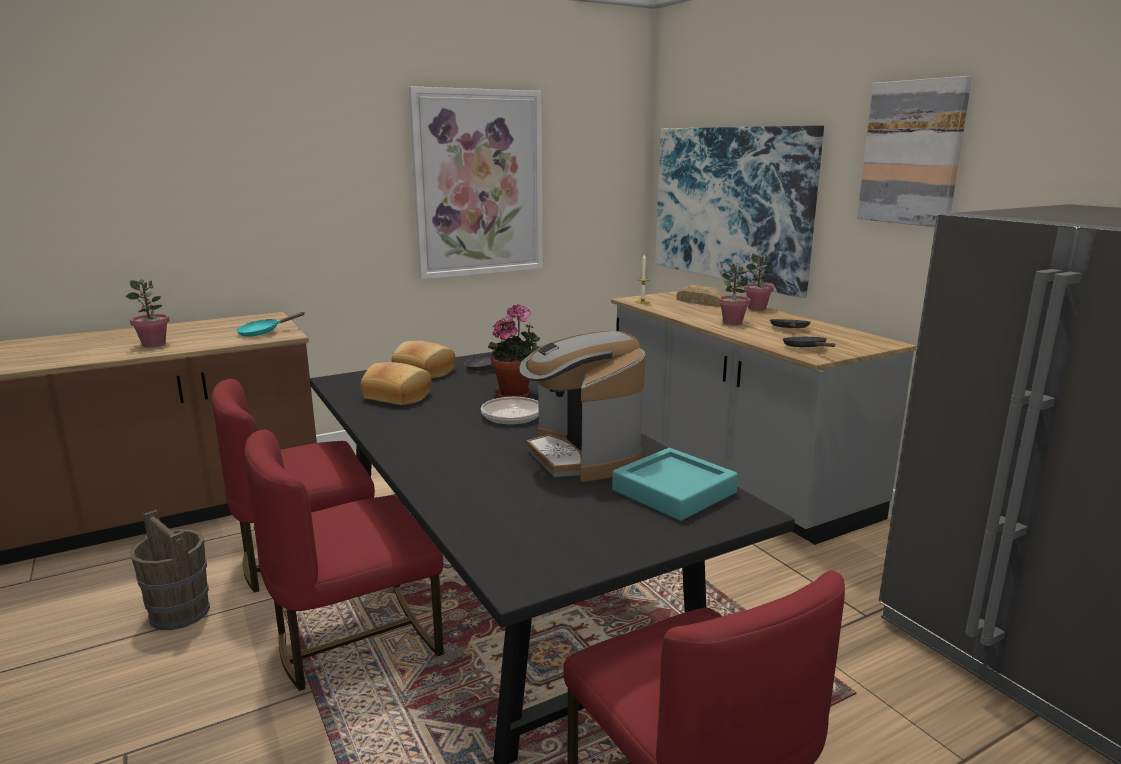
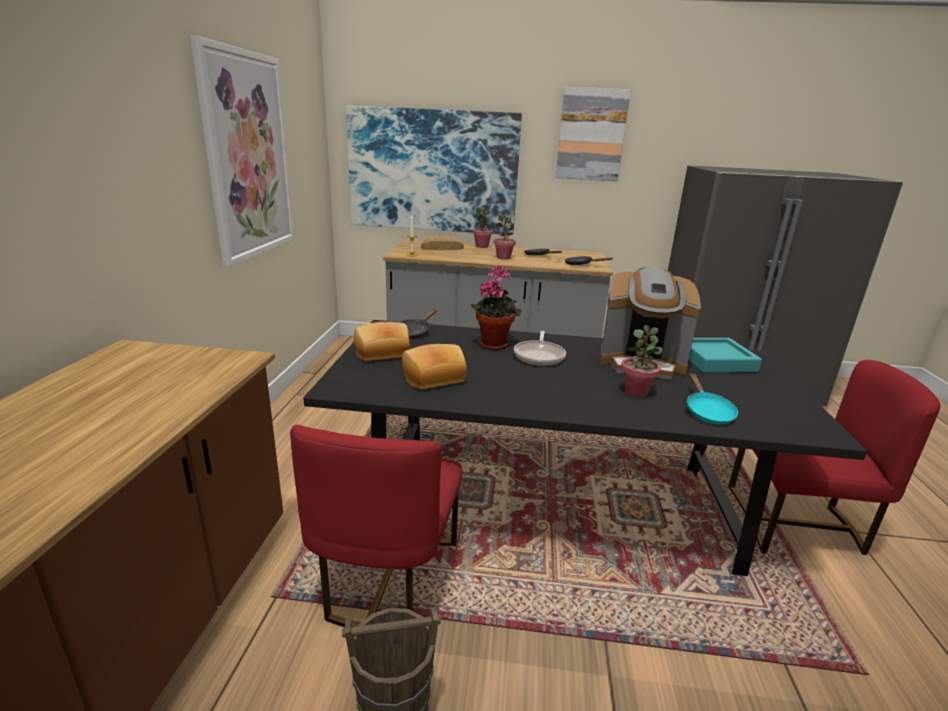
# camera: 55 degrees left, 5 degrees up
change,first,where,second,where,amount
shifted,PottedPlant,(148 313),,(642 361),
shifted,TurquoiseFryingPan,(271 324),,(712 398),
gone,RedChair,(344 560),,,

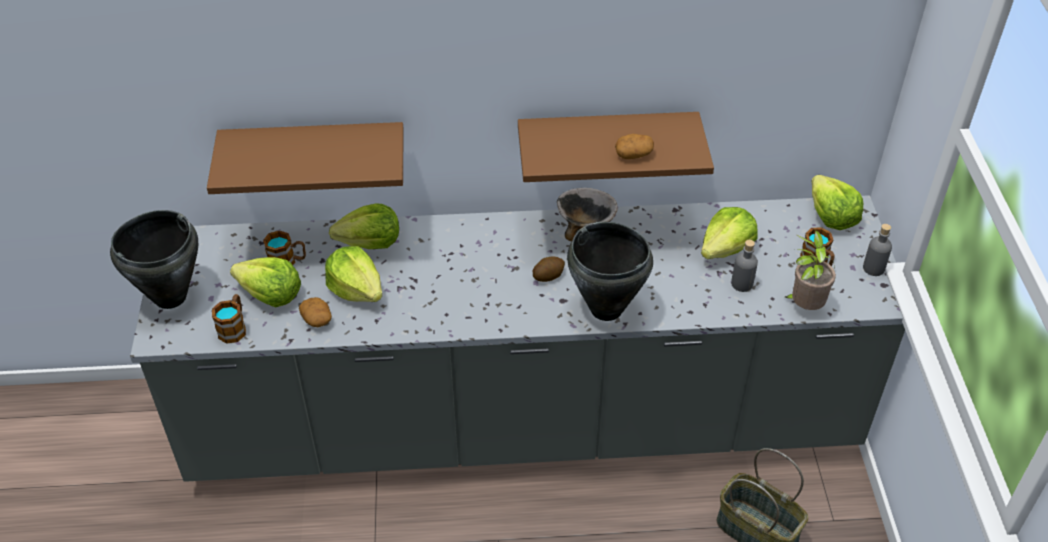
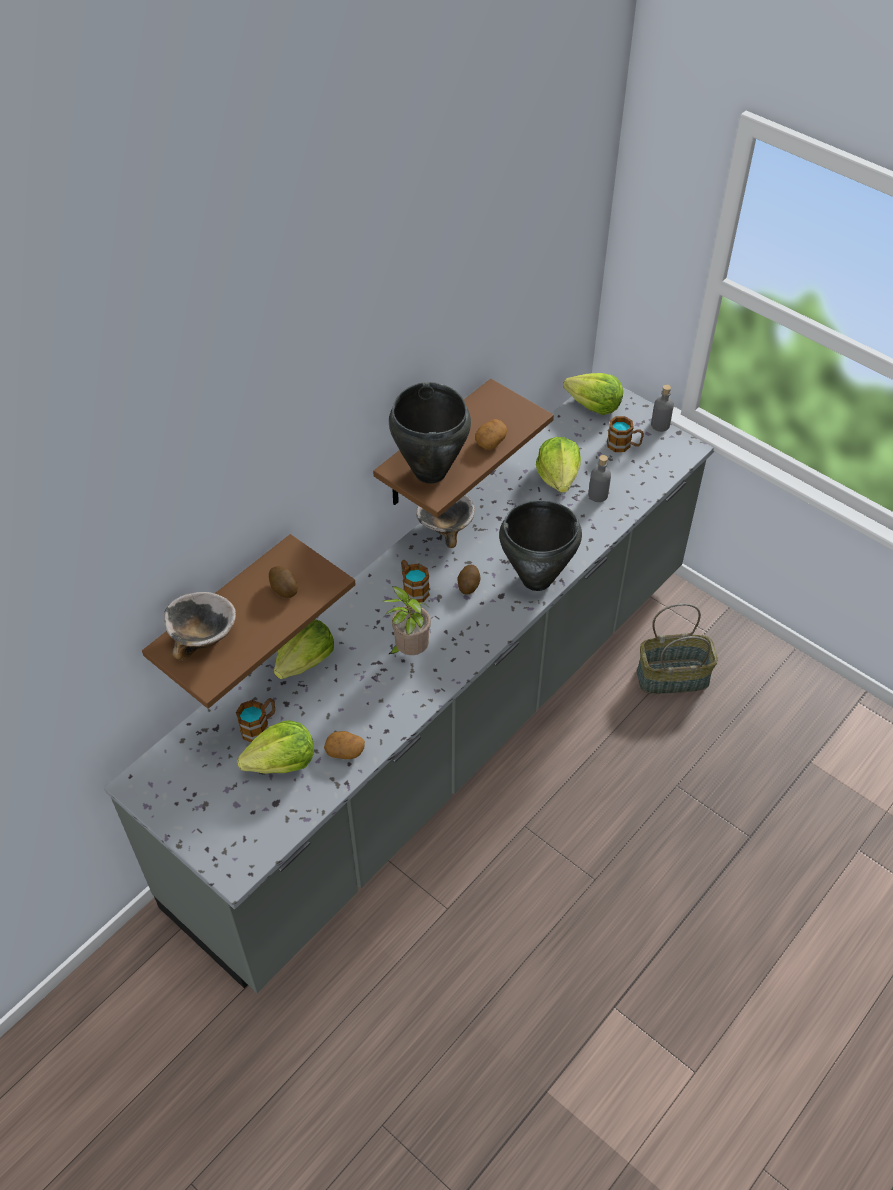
# camera: 45 degrees left, 5 degrees up
change,first,where,second,where,amount
new,,,Bowl,(200 626),
new,,,Potato,(283 582),
shifted,PottedPlant,(810 270),,(407 620),
shifted,BlackCookingPot,(154 259),,(430 433),
shifted,Mug,(229 319),,(415 581),
gone,Lettuce,(353 274),,,

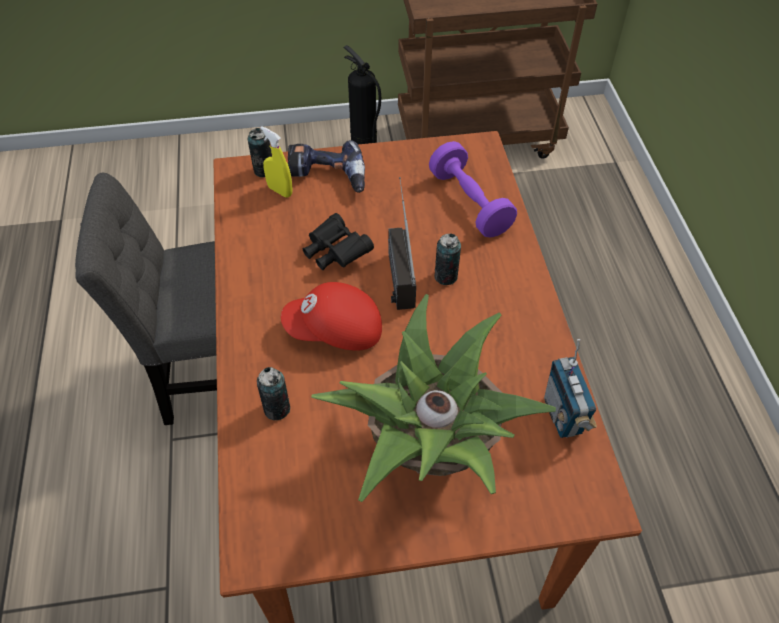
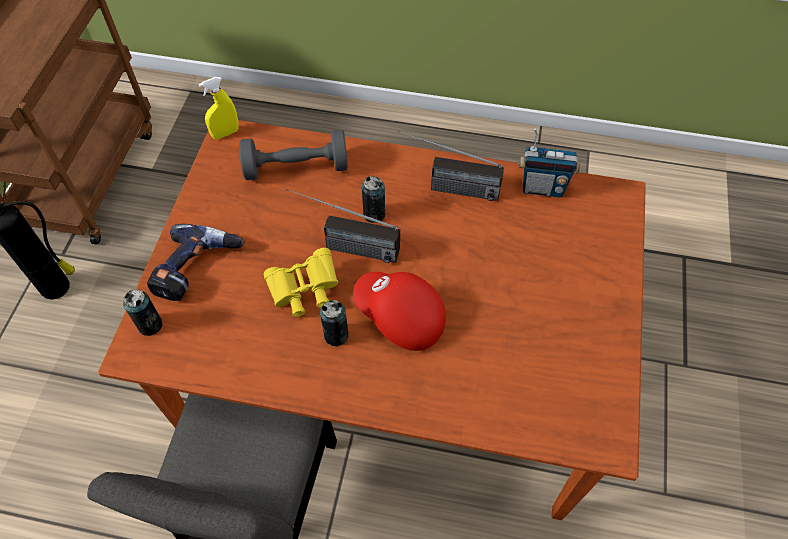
# camera: 70 degrees left, 5 degrees up
change,first,where,second,where,amount
shifted,YellowSprayBottle,(276 161),,(218 108),
repainted,PurpleDumbbell,(473 189),GreyDumbbell,(293 155),
repainted,BlackBinoculars,(338 241),YellowBinoculars,(301 282),
shifted,Can,(273 393),,(334 323),
rotated,RedCap,(331 316),,(399 311),105 degrees clockwise
new,,,Radio,(451 166),
gone,PottedPlant,(433 398),,,

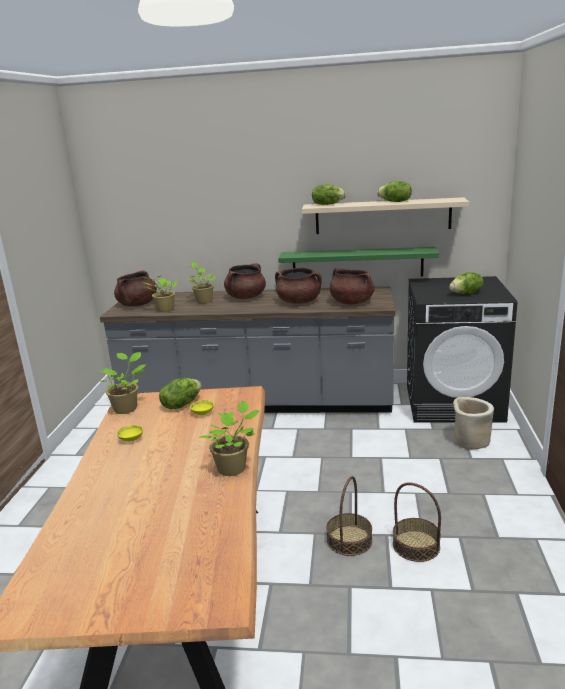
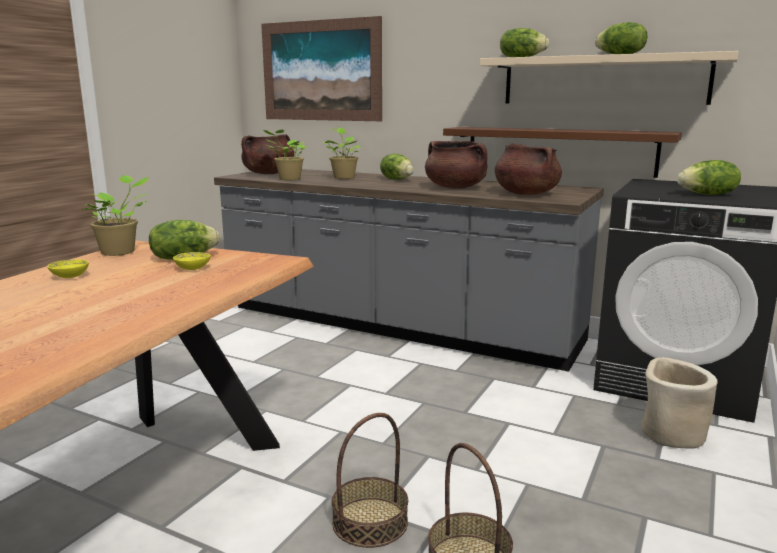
# camera: 20 degrees right, 5 degrees down
change,first,where,second,where,amount
new,,,Picture,(321 68),
swapped,BrownCookingPot,(245 281),Lettuce,(397 167),
repainted,GreenShelf,(358 261),BrownShelf,(562 152),
gone,PottedPlant,(229 438),,,

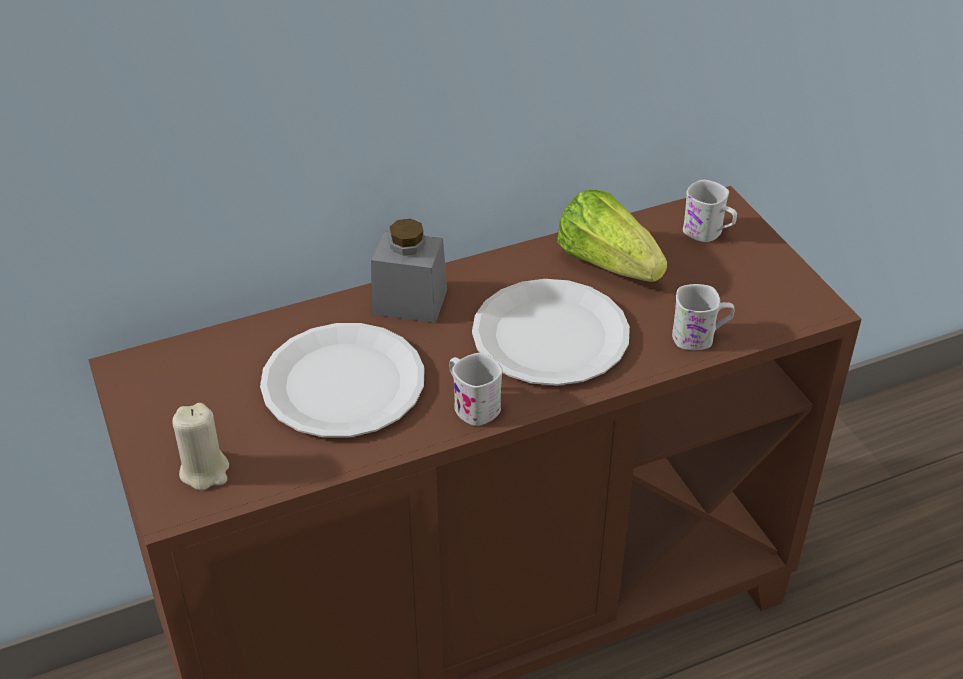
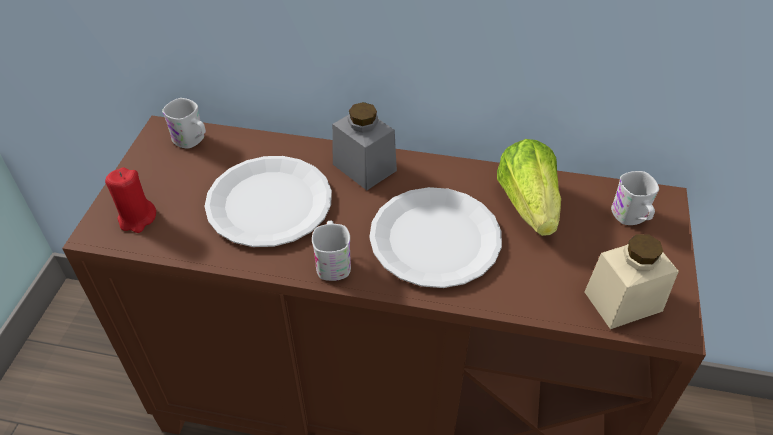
# camera: 35 degrees right, 5 degrees up
change,first,where,second,where,amount
repainted,BeigeCandle,(200 447),RedCandle,(130 200),
shifted,WhiteMug,(703 317),,(184 123),
new,,,BeigeJar,(632 281),

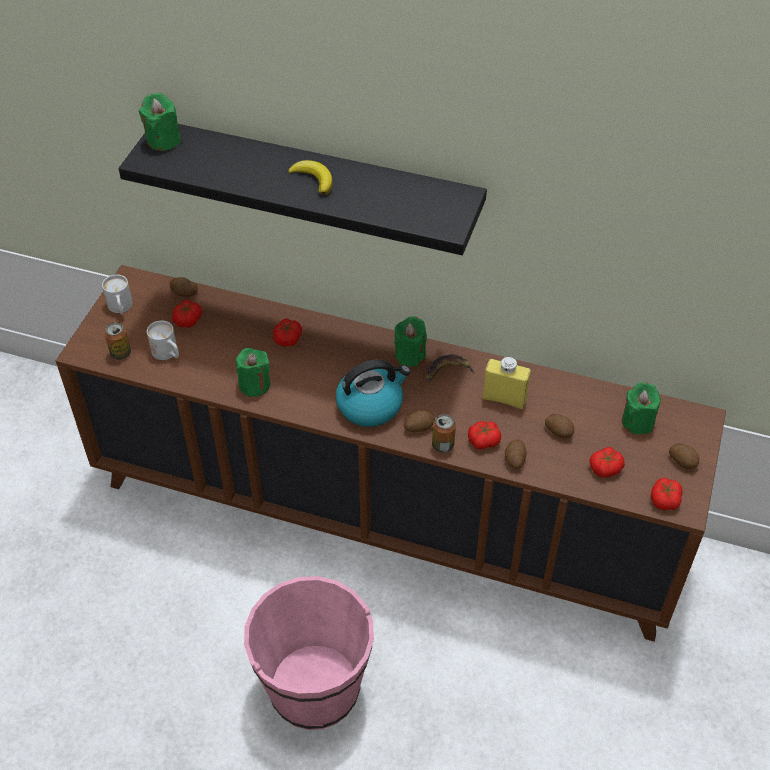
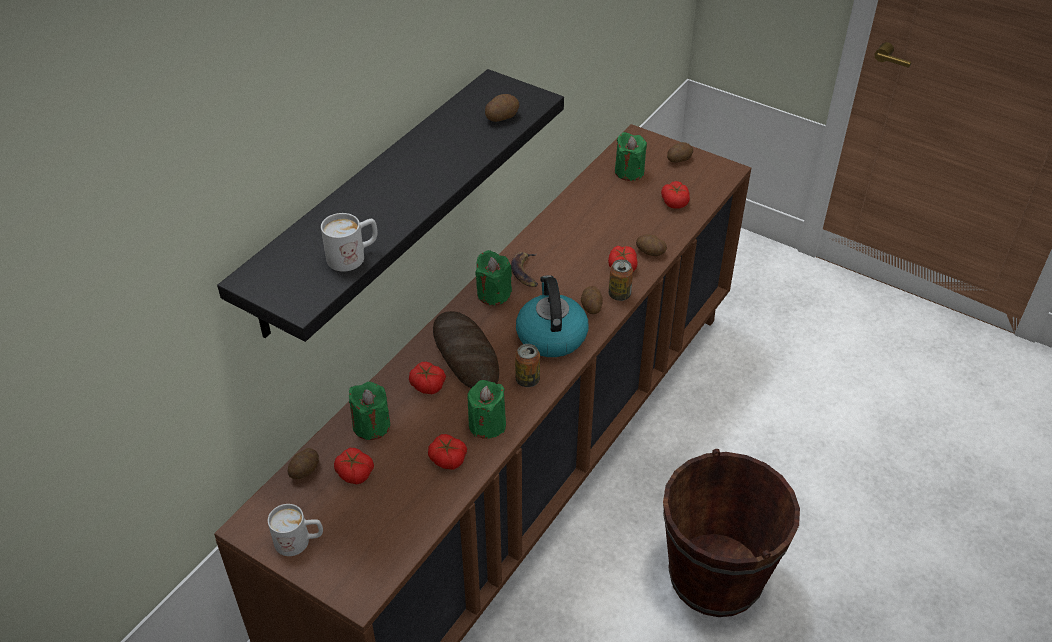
# camera: 75 degrees left, 5 degrees down
change,first,where,second,where,amount
shifted,WhiteMug,(163 340),,(349 242),
shifted,GreenCandle,(160 122),,(369 411),
shifted,Tomato,(667 493),,(447 452),
new,,,Bread,(466 349),
shifted,Potato,(559 426),,(502 108),
shifted,Can,(118 341),,(527 365),
repainted,PinkBucket,(309 653),BrownBucket,(731 533),
gone,Banana,(310 177),,,
gone,YellowBottle,(506 383),,,

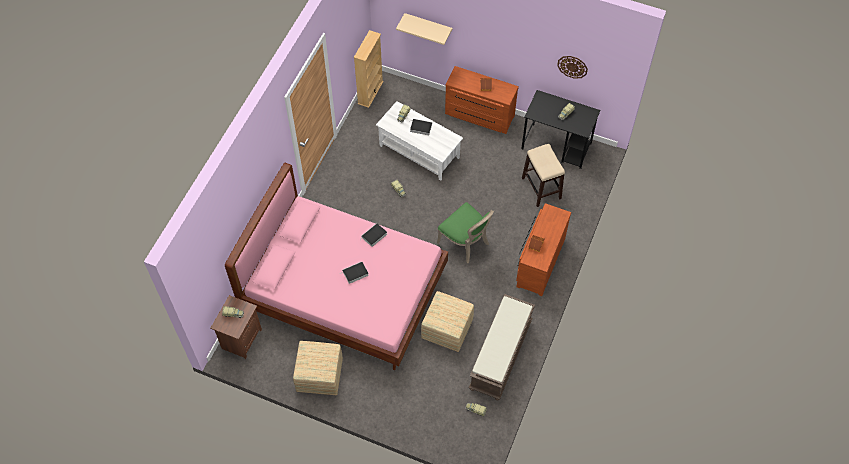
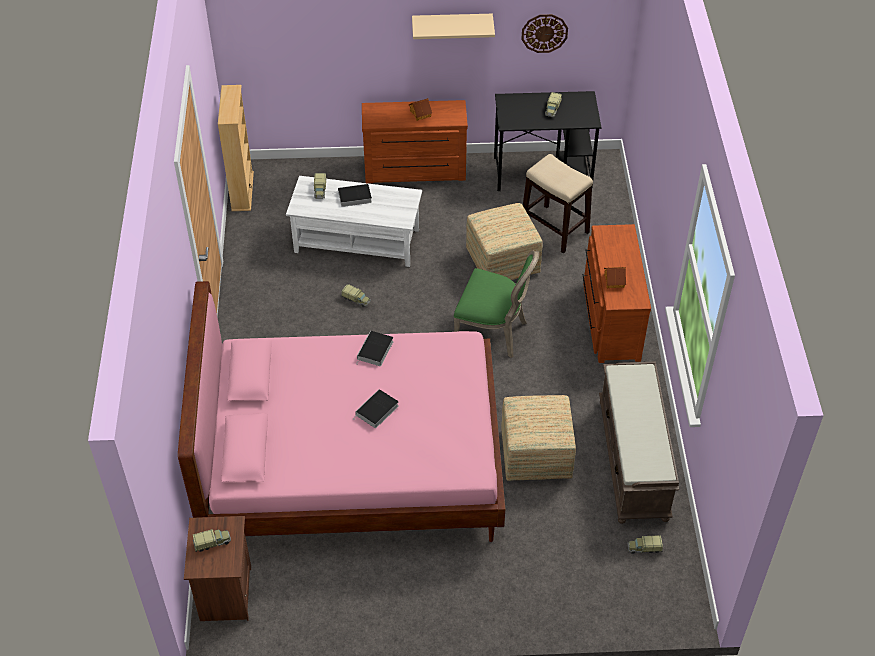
# camera: 25 degrees left, 10 degrees down
change,first,where,second,where,amount
shifted,BeigeShelf,(424 29),,(453 26),
shifted,Ottoman,(318 368),,(504 241),

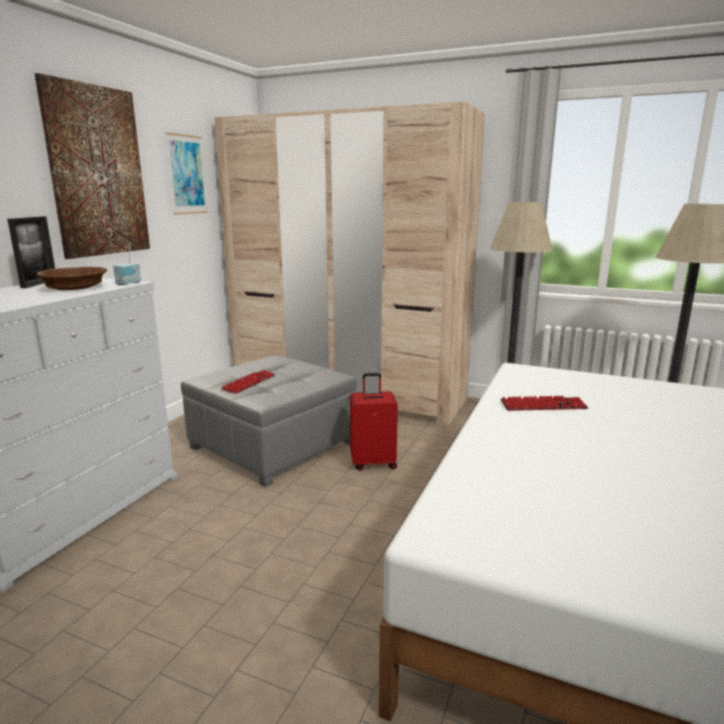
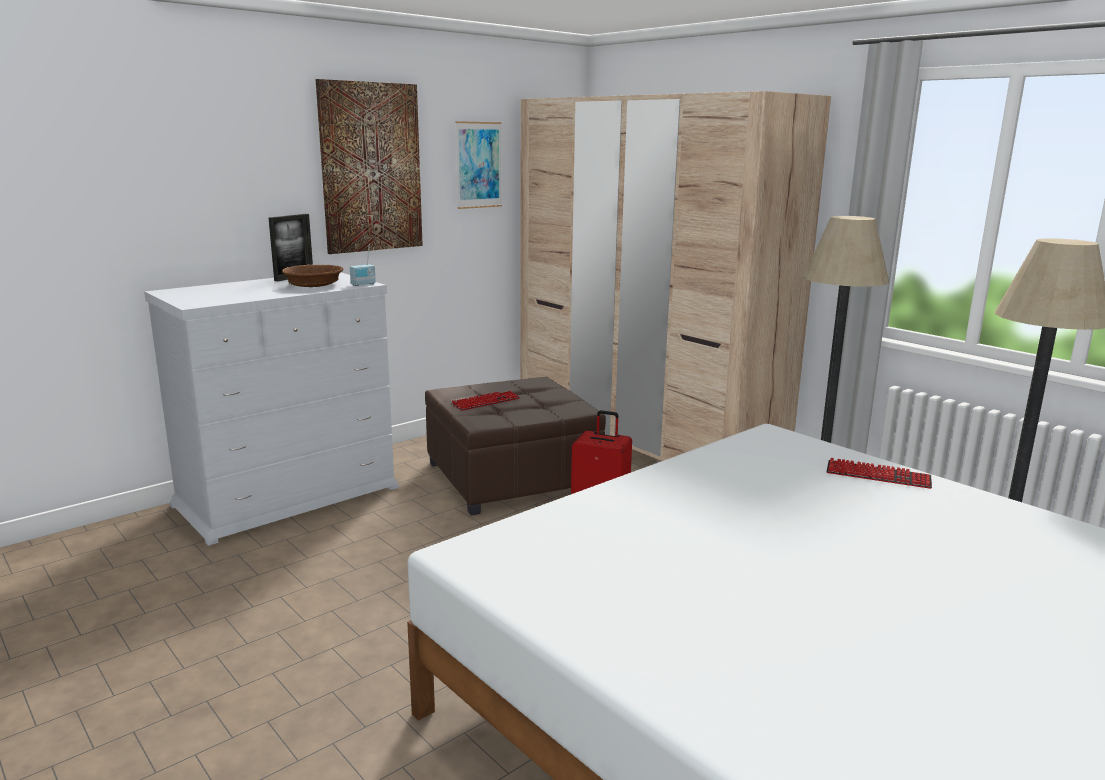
# camera: 25 degrees right, 0 degrees up
change,first,where,second,where,amount
repainted,GreyOttoman,(269 421),BrownOttoman,(515 446),
shifted,Keyboard,(544 403),,(879 473),

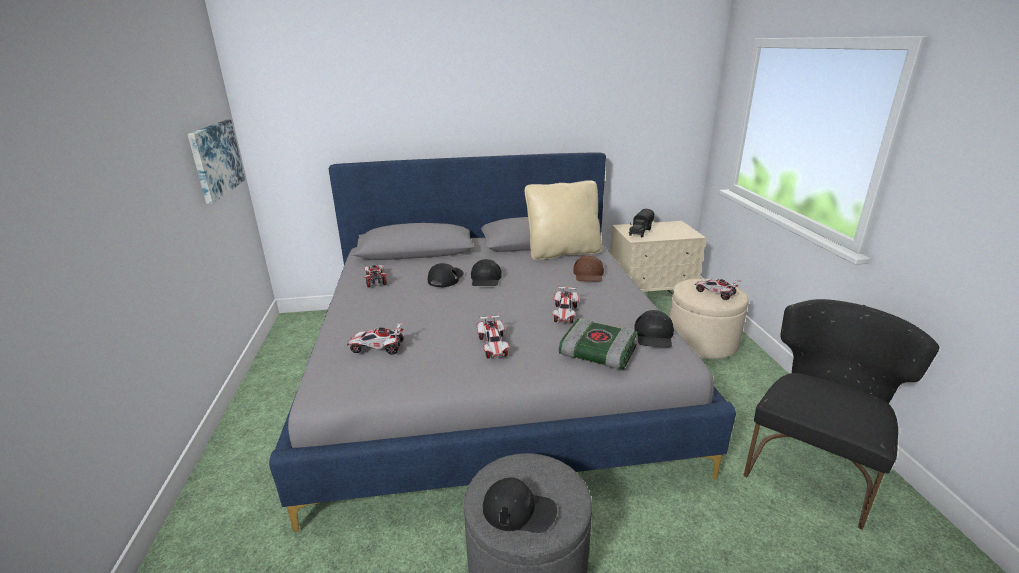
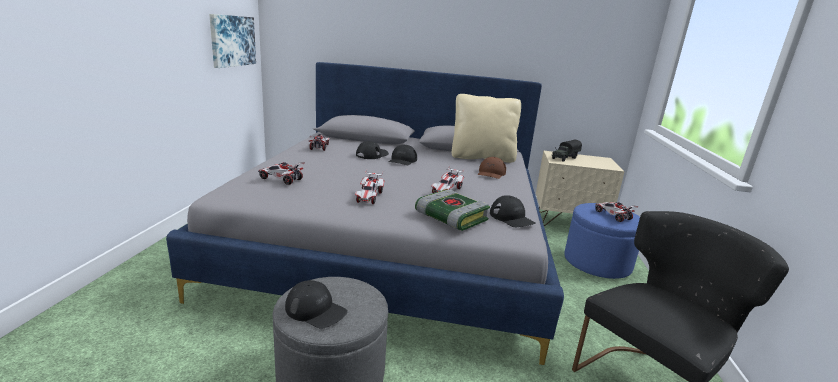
# camera: 15 degrees right, 5 degrees down
change,first,where,second,where,amount
rotated,BlackCap,(654 329),,(513 211),60 degrees counterclockwise
repainted,BeigeOttoman,(709 319),BlueOttoman,(602 241),

